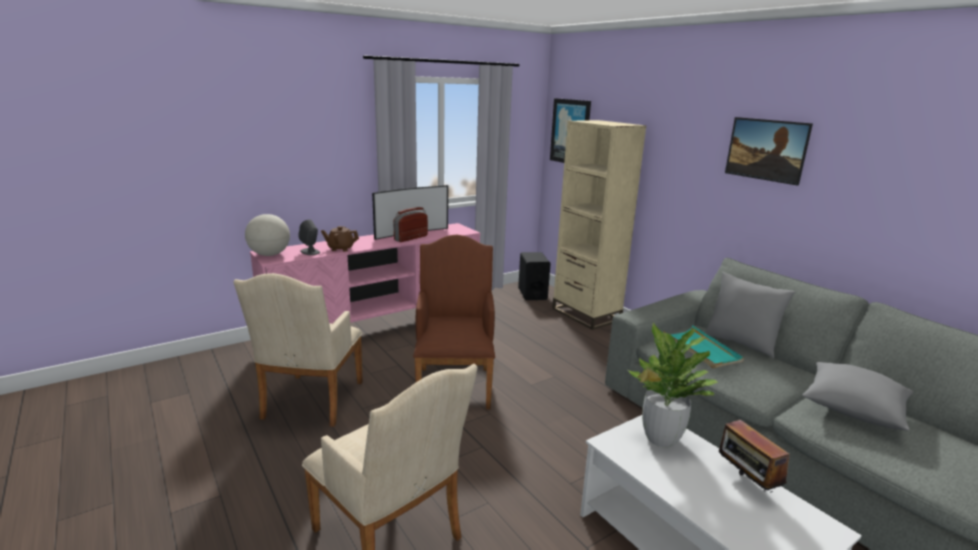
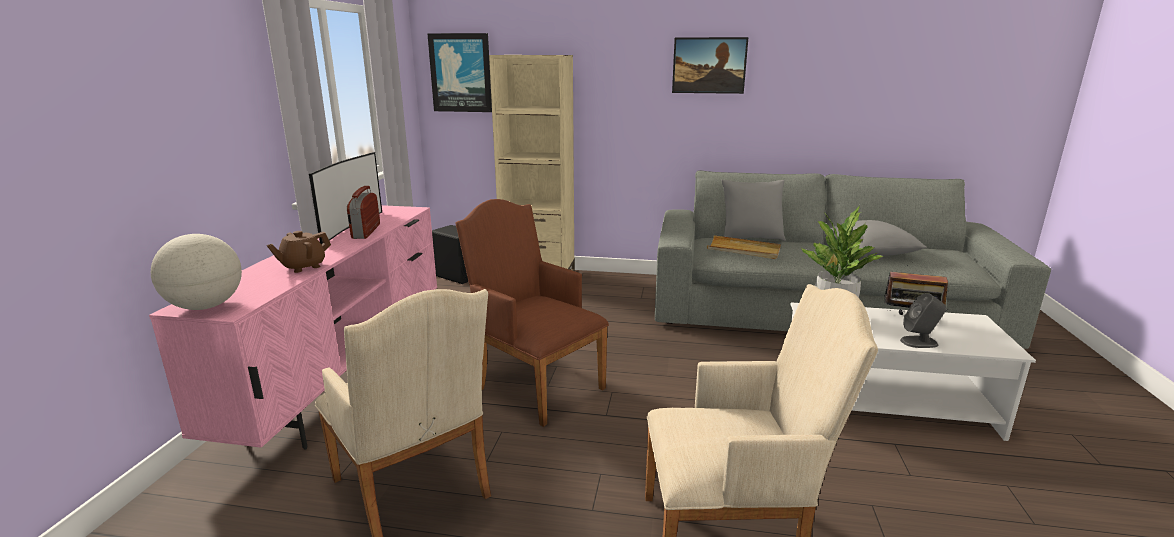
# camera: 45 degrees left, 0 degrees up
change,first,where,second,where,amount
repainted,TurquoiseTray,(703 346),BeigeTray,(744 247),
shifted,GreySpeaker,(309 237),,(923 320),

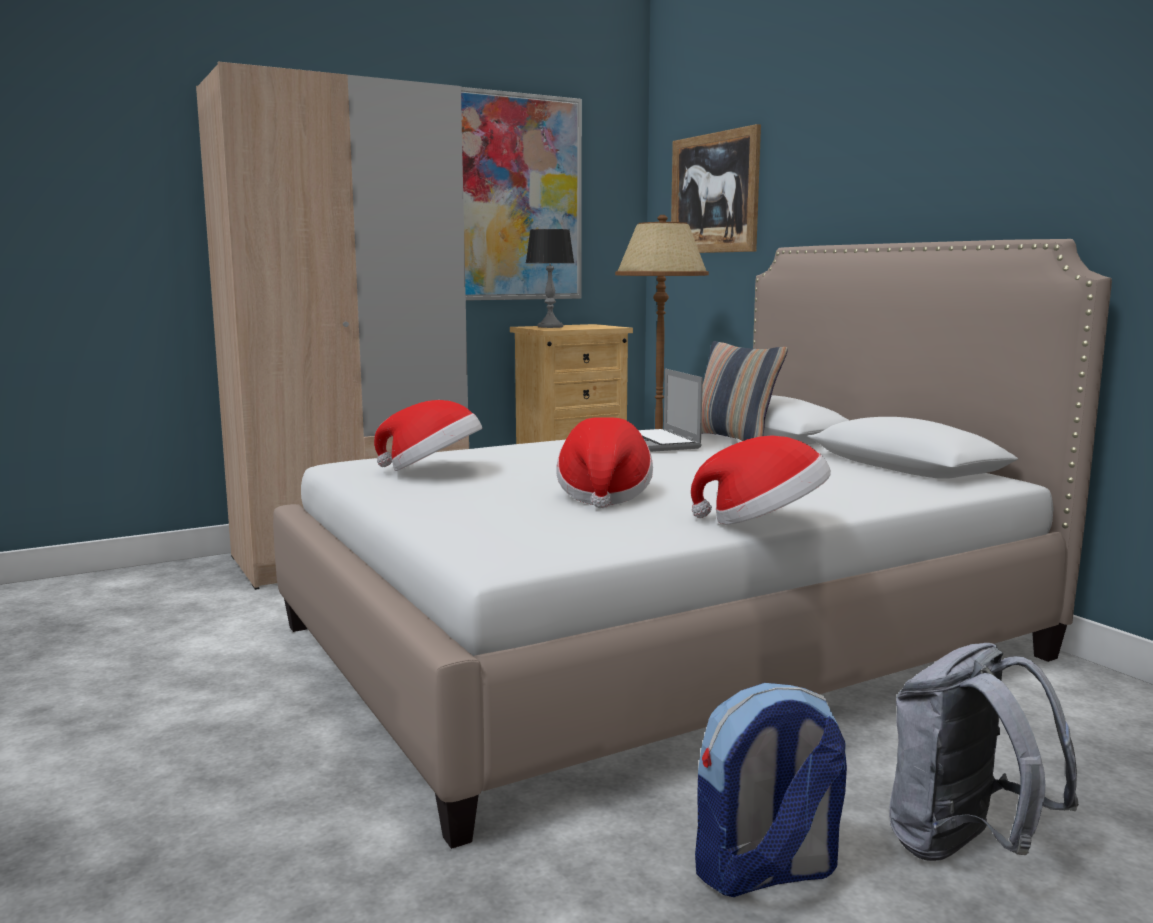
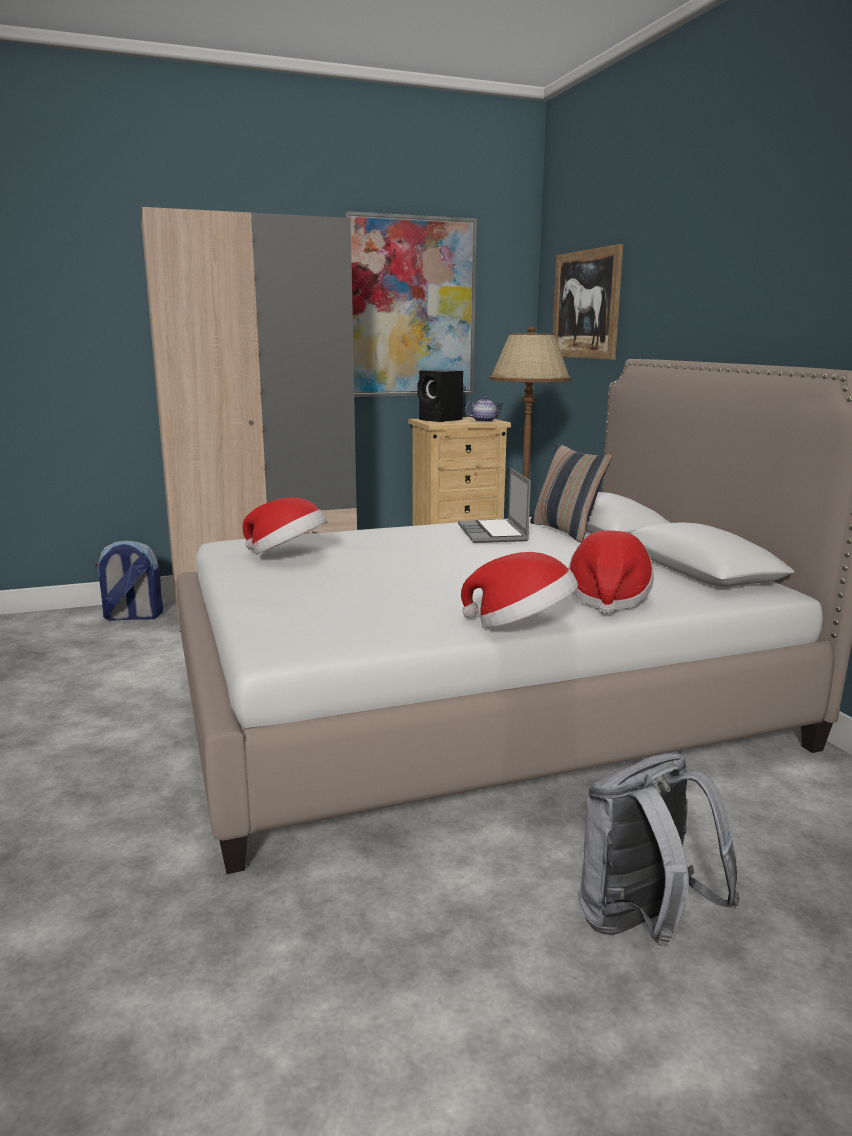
# camera: 10 degrees right, 5 degrees up
change,first,where,second,where,amount
shifted,Backpack,(771 790),,(129 580),
swapped,TableLamp,(550 278),BlackSpeaker,(440 396),
new,,,Teapot,(484 409),
shifted,Hat,(604 462),,(611 572),

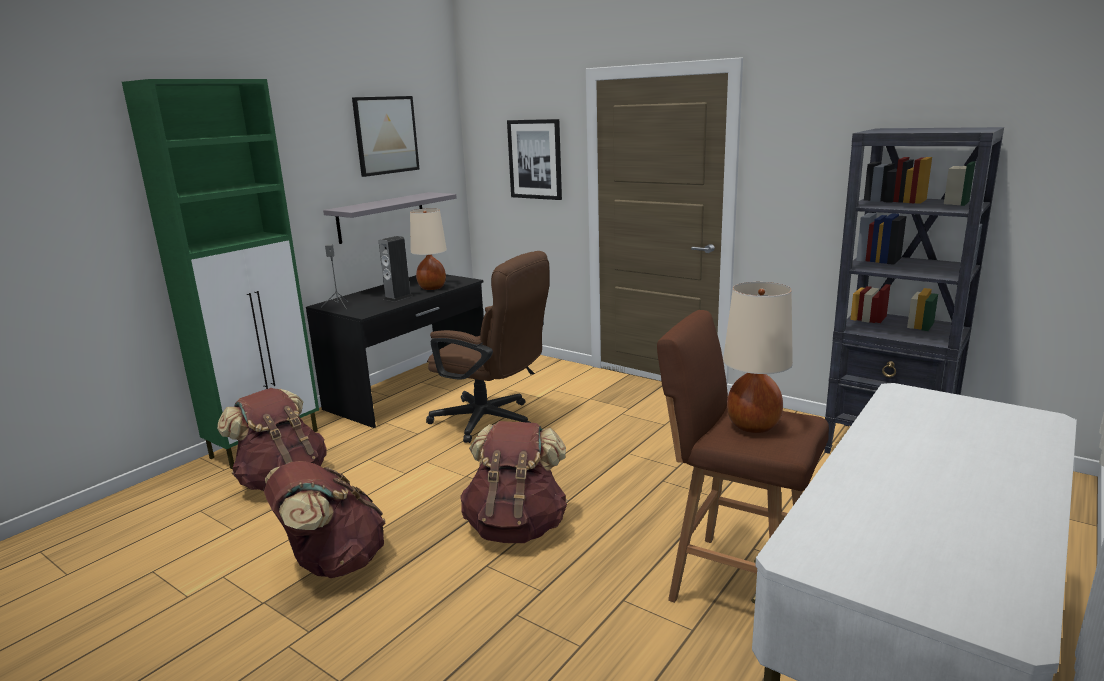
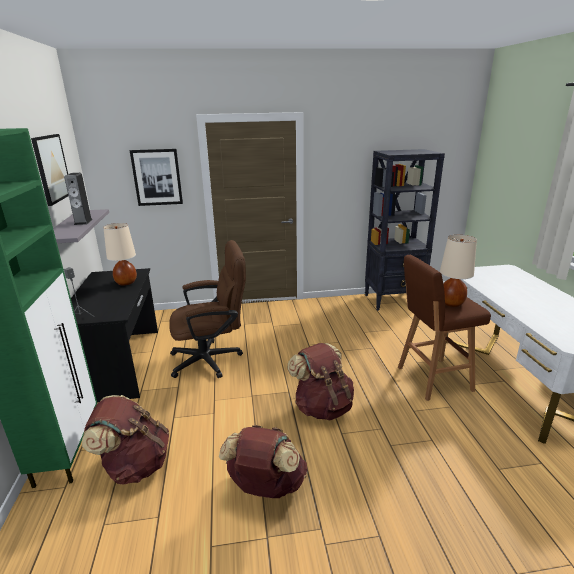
# camera: 45 degrees left, 5 degrees up
change,first,where,second,where,amount
shifted,Speaker,(395 269),,(78 199),

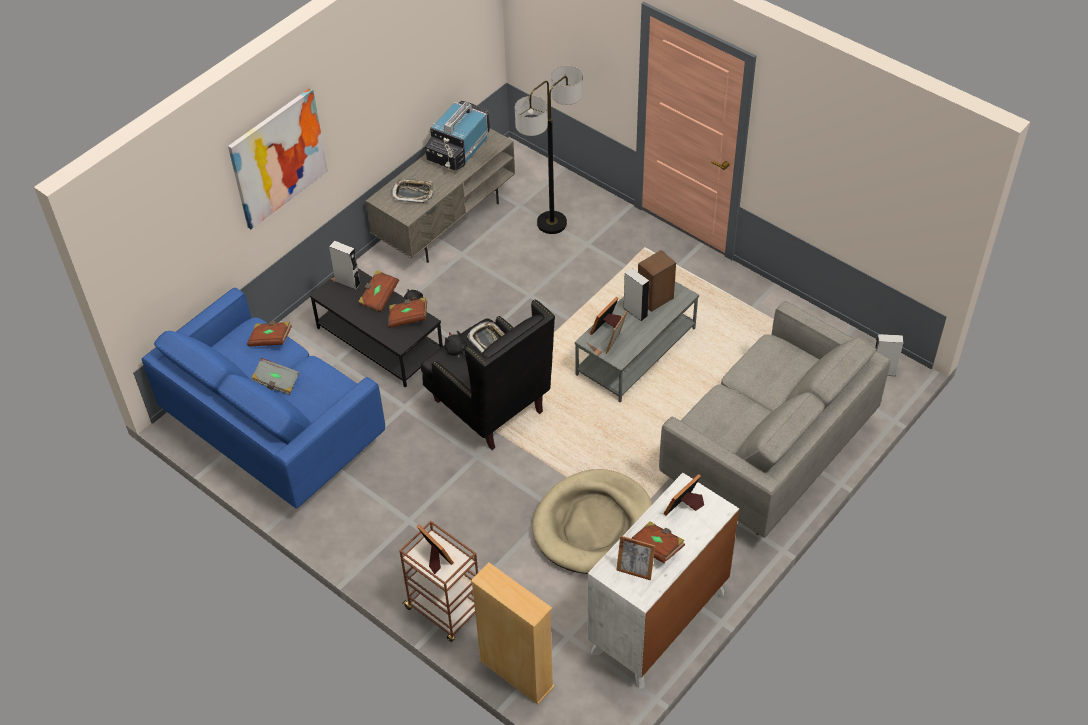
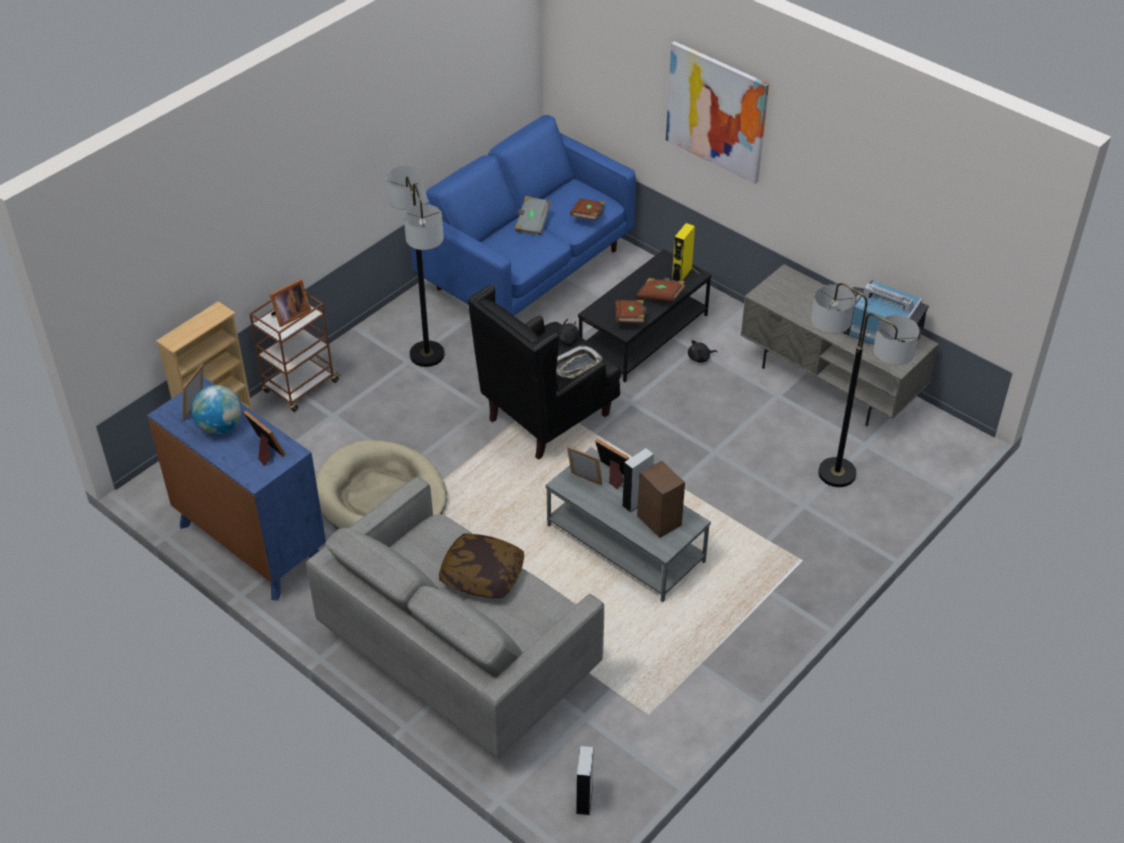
# camera: 90 degrees right, 5 degrees down
change,first,where,second,where,amount
repainted,WhiteDresser,(663 581),BlueDresser,(236 489),
swapped,BrownBook,(658 542),Globe,(216 409),
new,,,FloorLamp,(415 266),
new,,,Pillow,(481 566),
repainted,GreySpeaker,(345 265),YellowSpeaker,(683 252),
gone,Tray,(413 191),,,

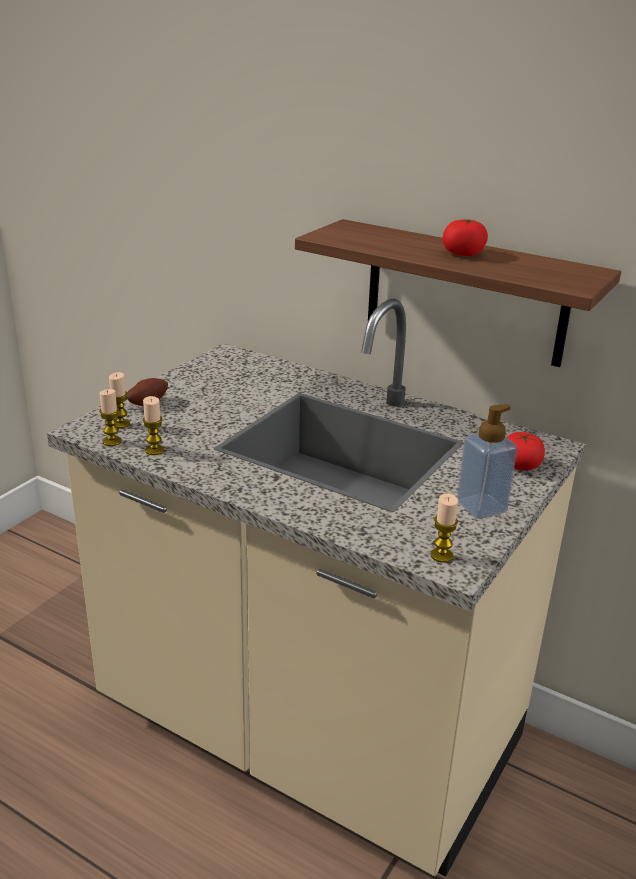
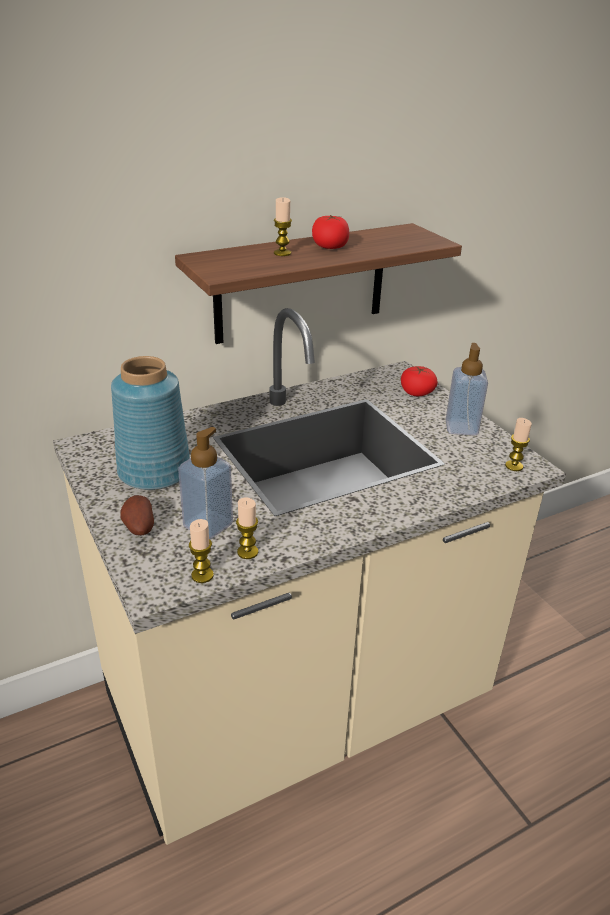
# camera: 60 degrees left, 5 degrees up
change,first,where,second,where,amount
new,,,BlueVase,(150 423),
new,,,SoapDispenser,(205 483),
shifted,Candle,(119 400),,(283 226),

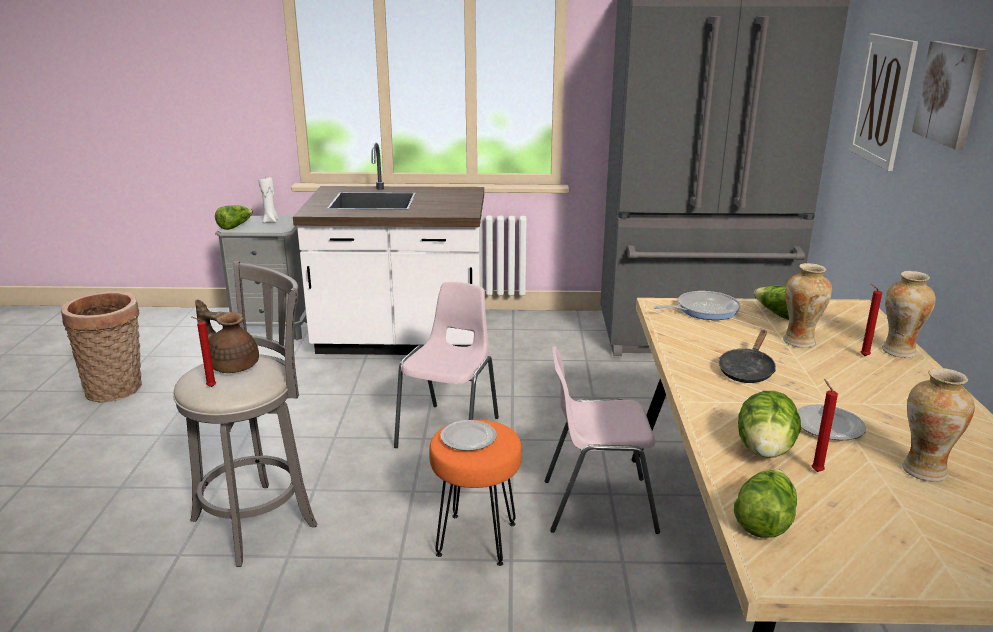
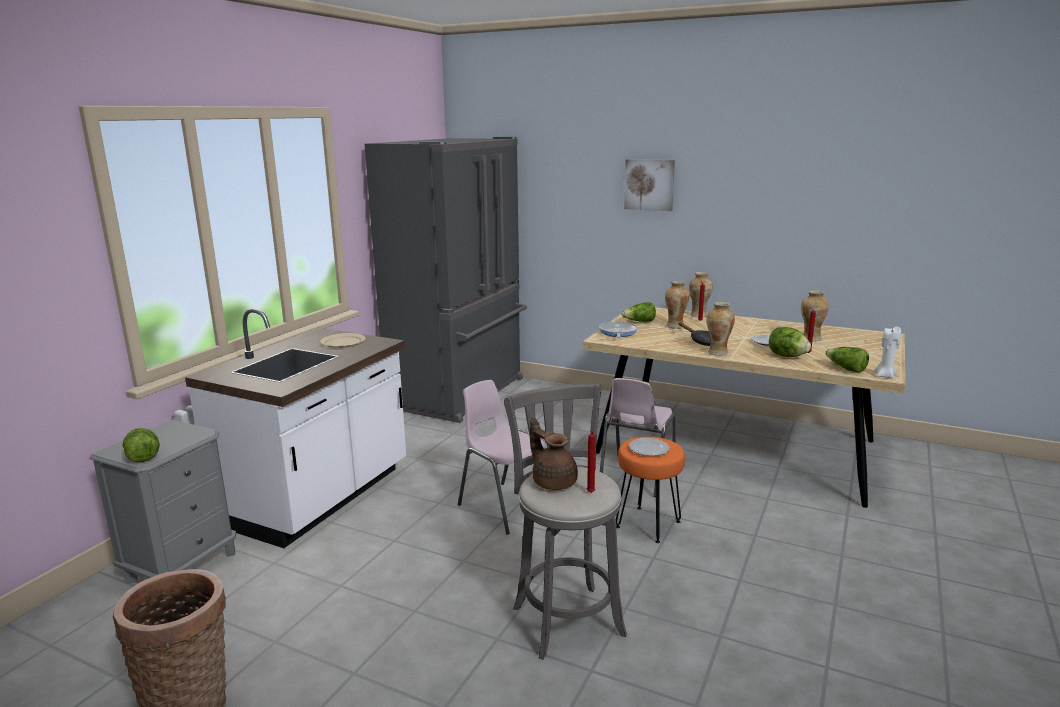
# camera: 65 degrees left, 5 degrees down
change,first,where,second,where,amount
new,,,BeigePlate,(342 340),
rotated,BrownTeapot,(227 336),,(554 453),90 degrees clockwise
new,,,Vase,(721 329),
shifted,WhiteCandle,(269 199),,(888 353),
gone,Picture,(883 102),,,

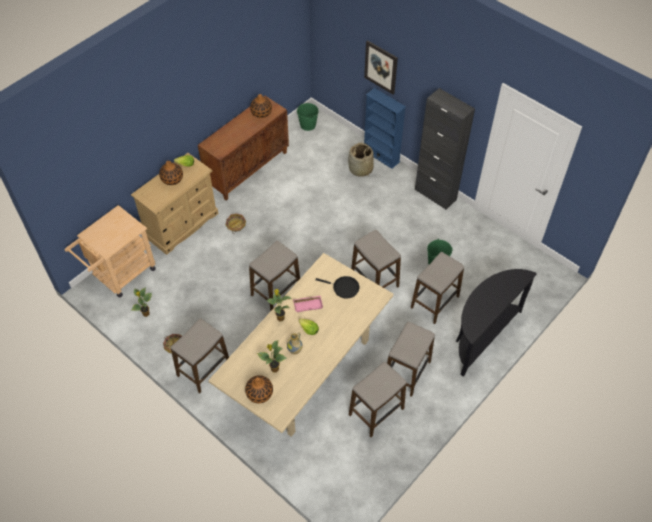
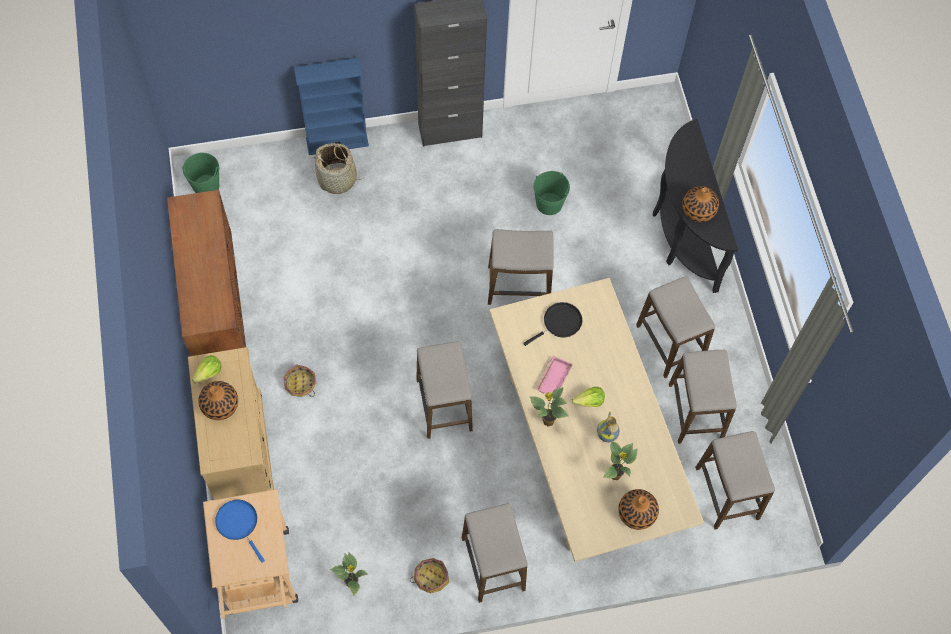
# camera: 55 degrees left, 10 degrees up
change,first,where,second,where,amount
new,,,BlueFryingPan,(240 531),
shifted,Vase,(261 106),,(700 204),
shifted,Stool,(437 288),,(735 480),
gone,Picture,(381 67),,,

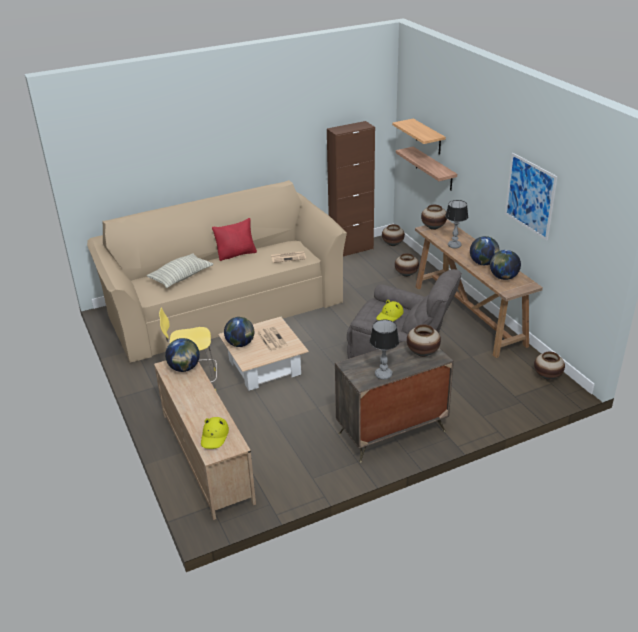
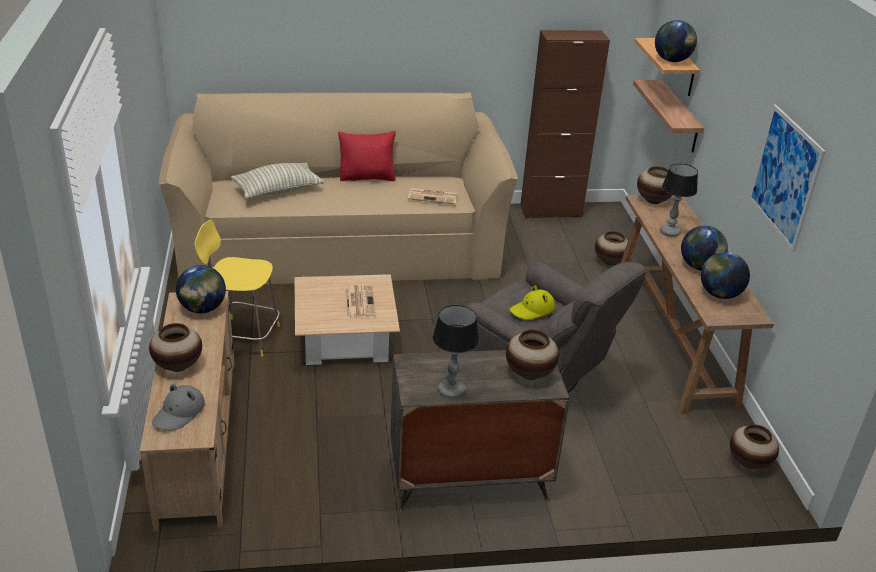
# camera: 15 degrees right, 0 degrees up
change,first,where,second,where,amount
shifted,Vase,(393 235),,(175 347),
repainted,YellowHat,(215 433),GreyHat,(178 407),
shifted,Globe,(239 332),,(676 41),

